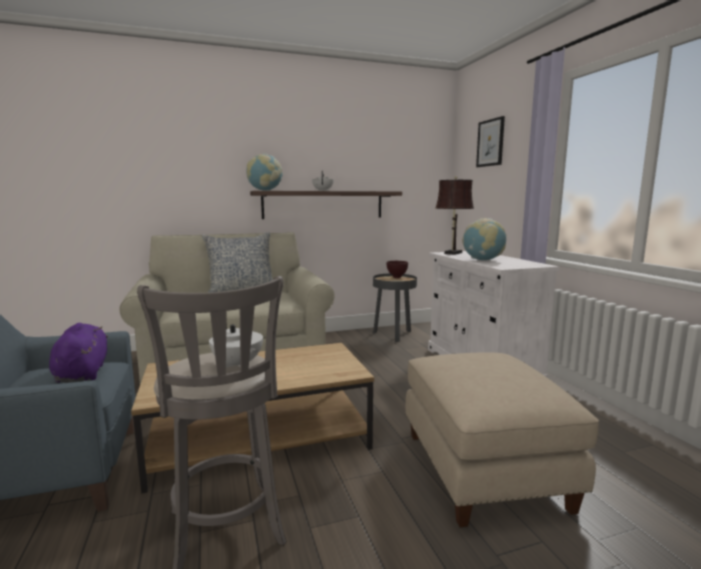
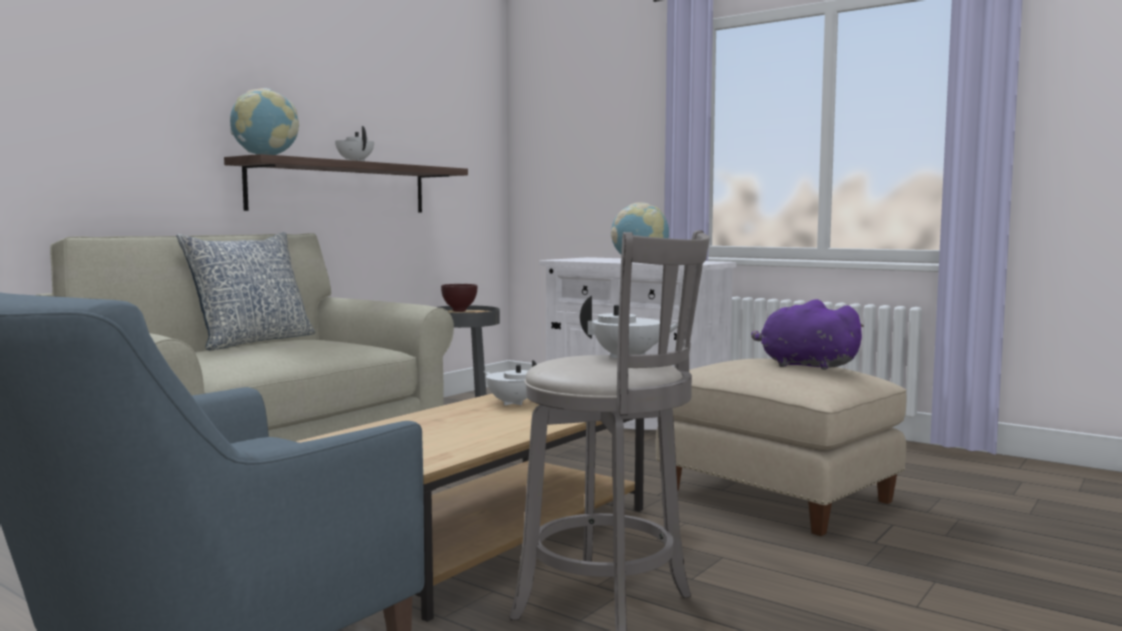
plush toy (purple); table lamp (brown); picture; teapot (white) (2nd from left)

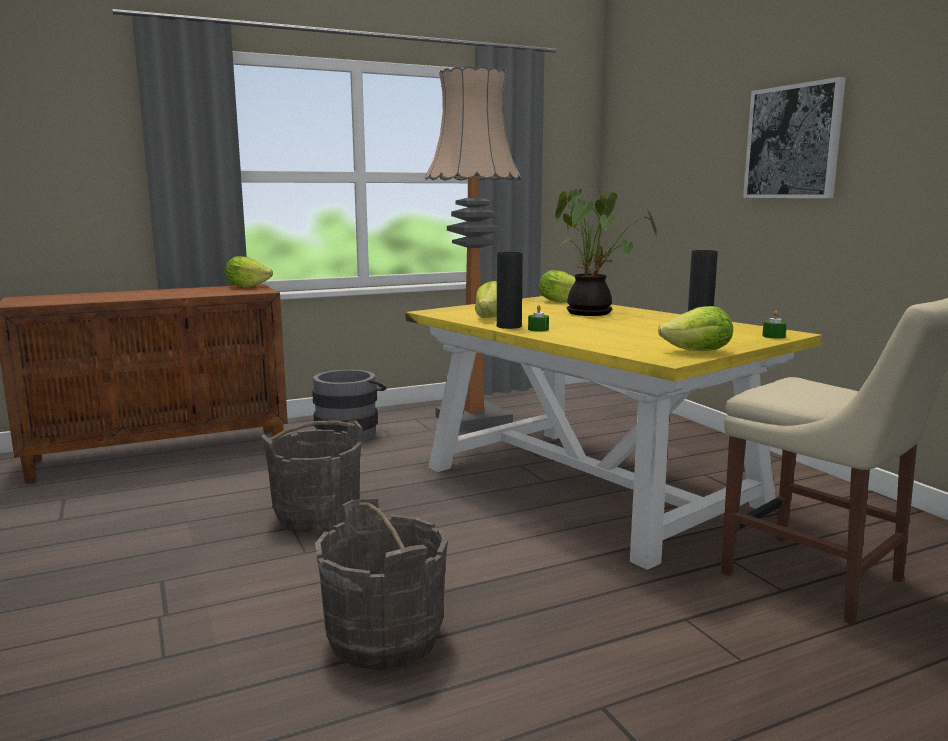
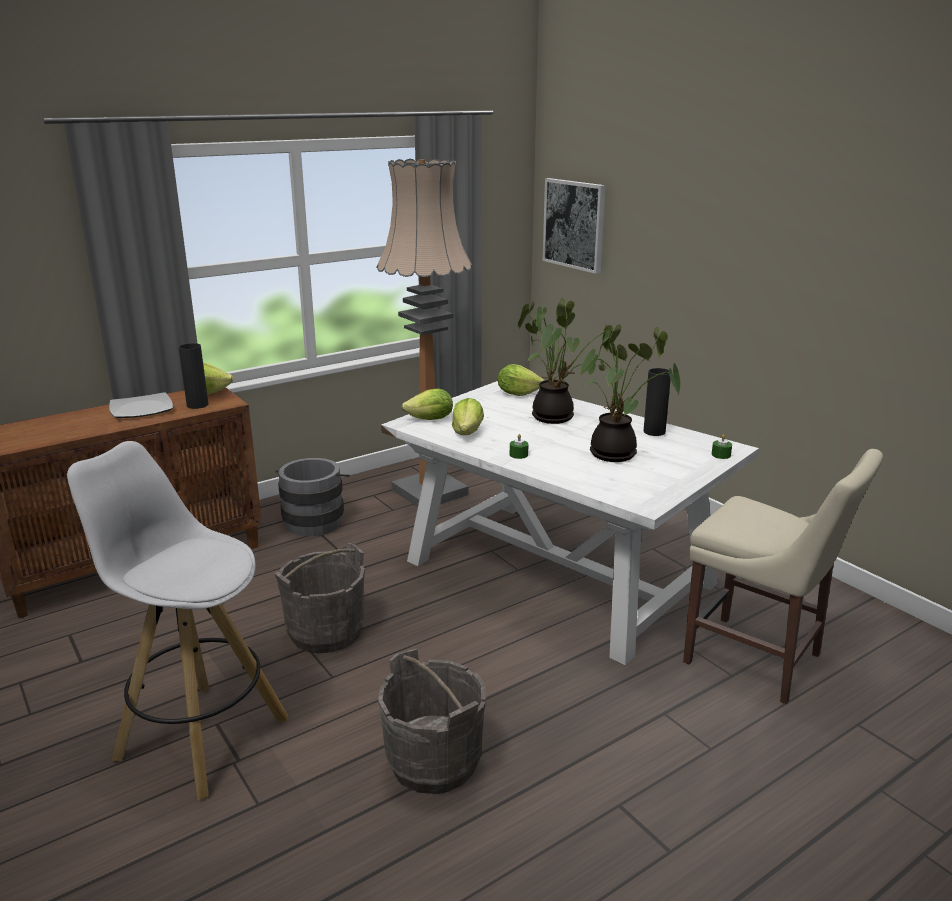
dining table (white); vase (black) (1st from left); lettuce (2nd from left); picture; stool (white); plate; potted plant (2nd from left)

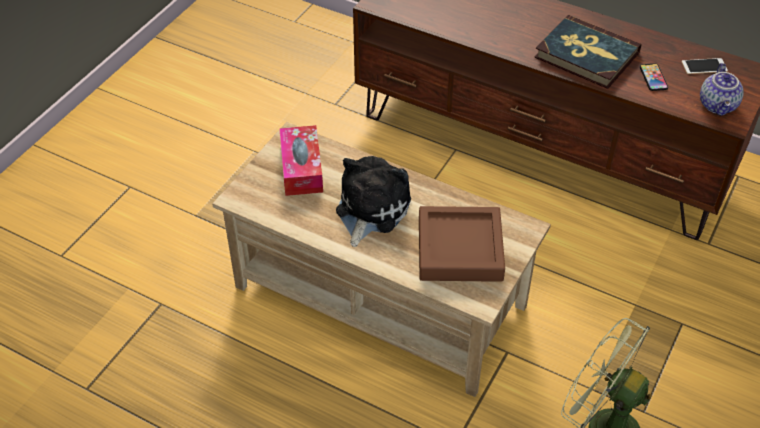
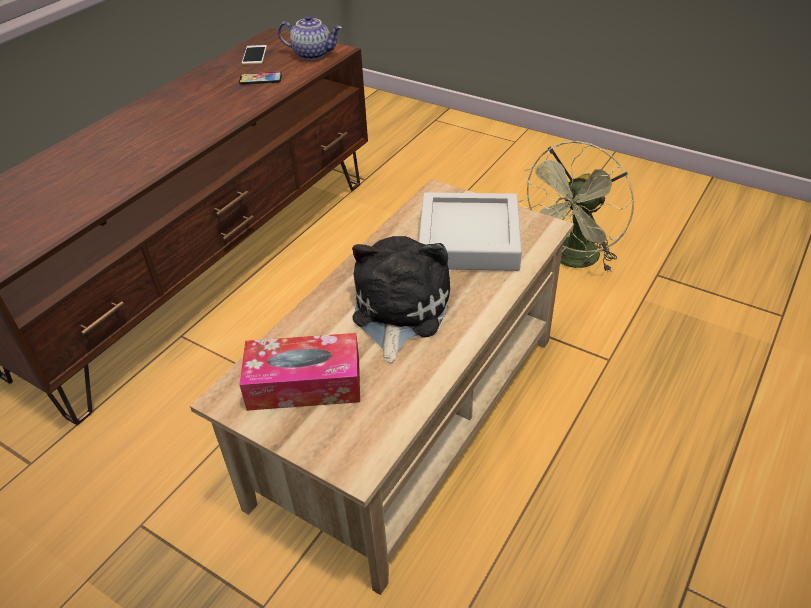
plush toy; tray (grey); book

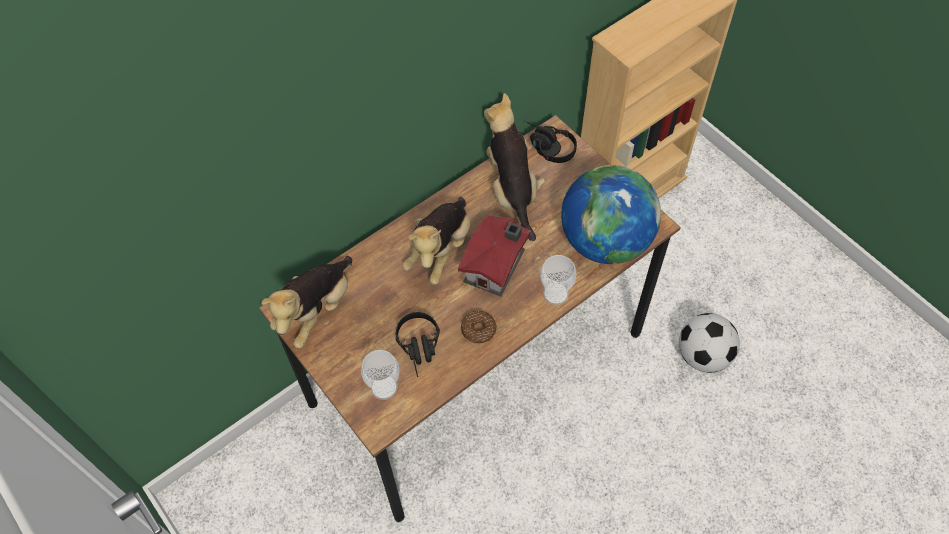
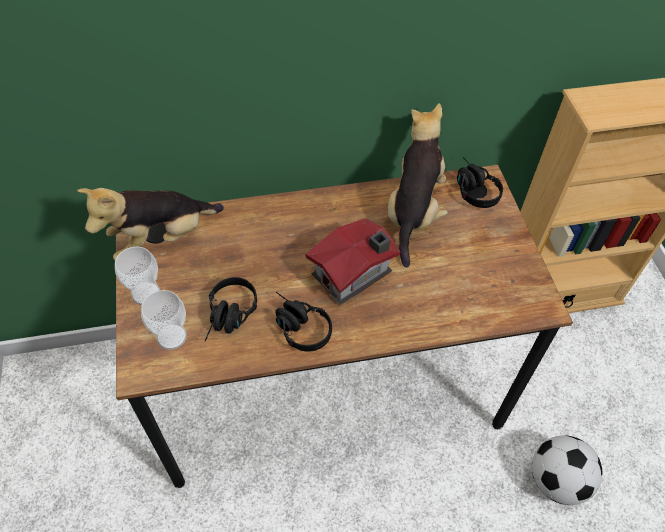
plush toy (2nd from left in the first image); headphones (black) (2nd from left); cup (1st from left); globe

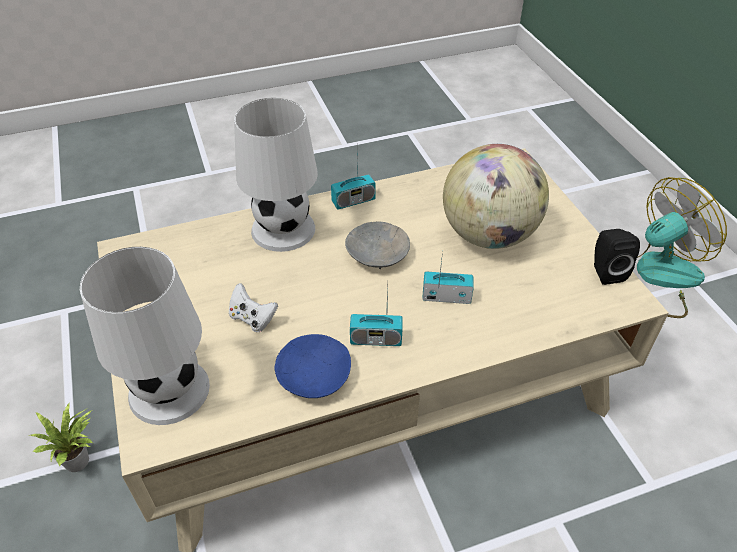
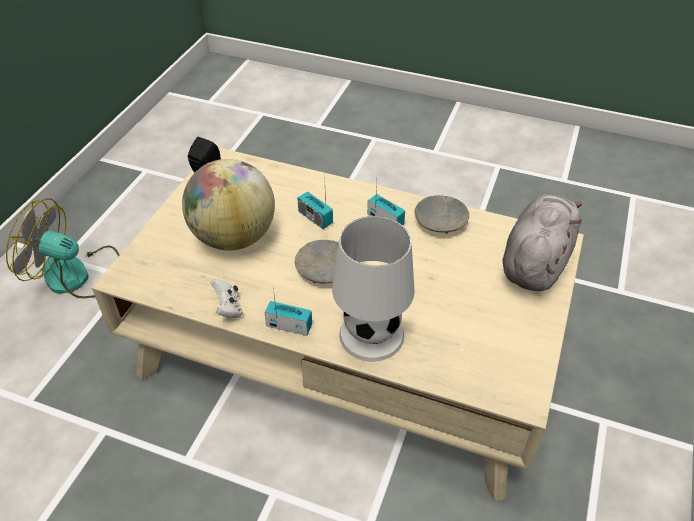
potted plant; plush toy (grey); game controller (white); bowl (grey) (2nd from left)

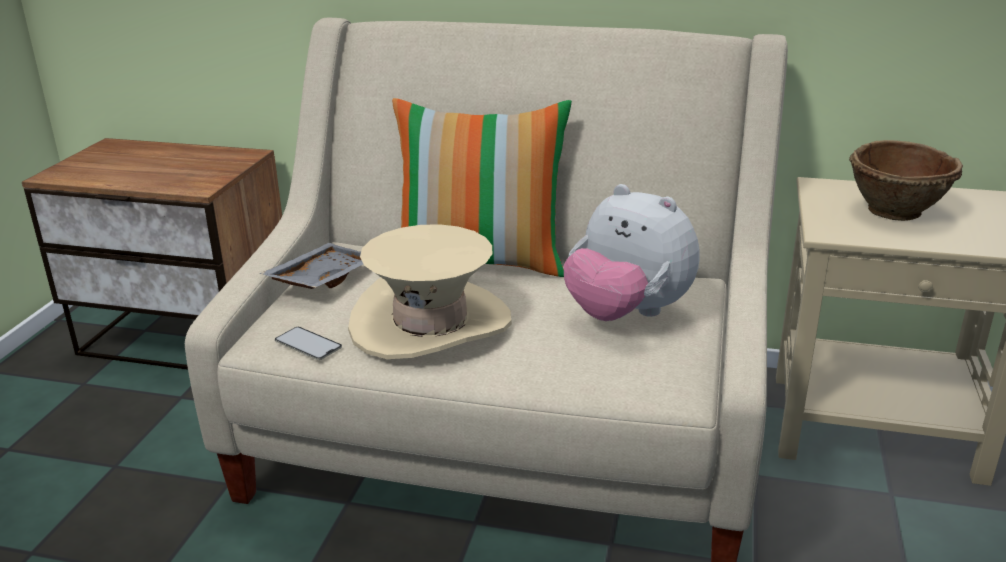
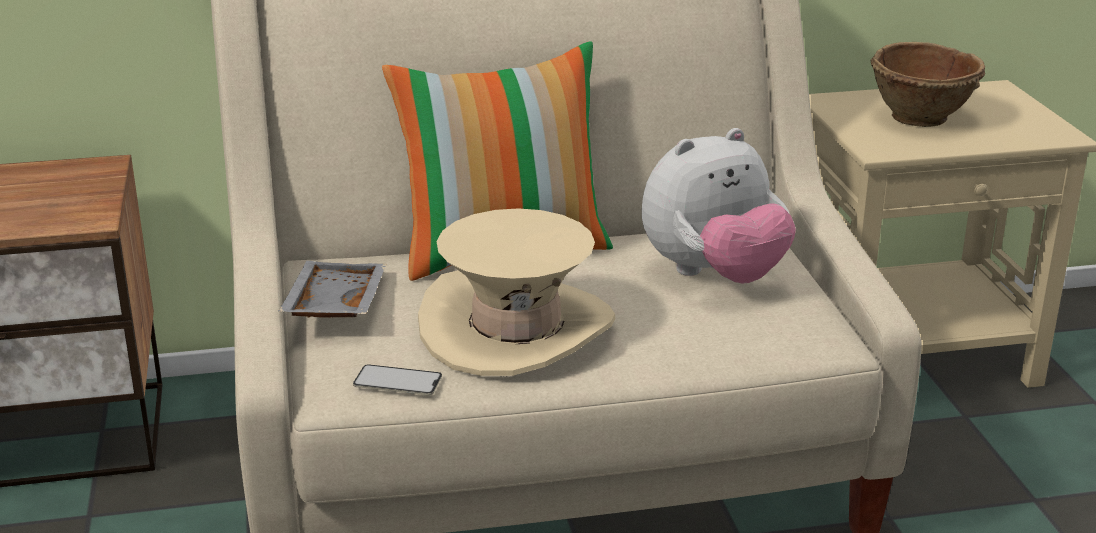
plush toy

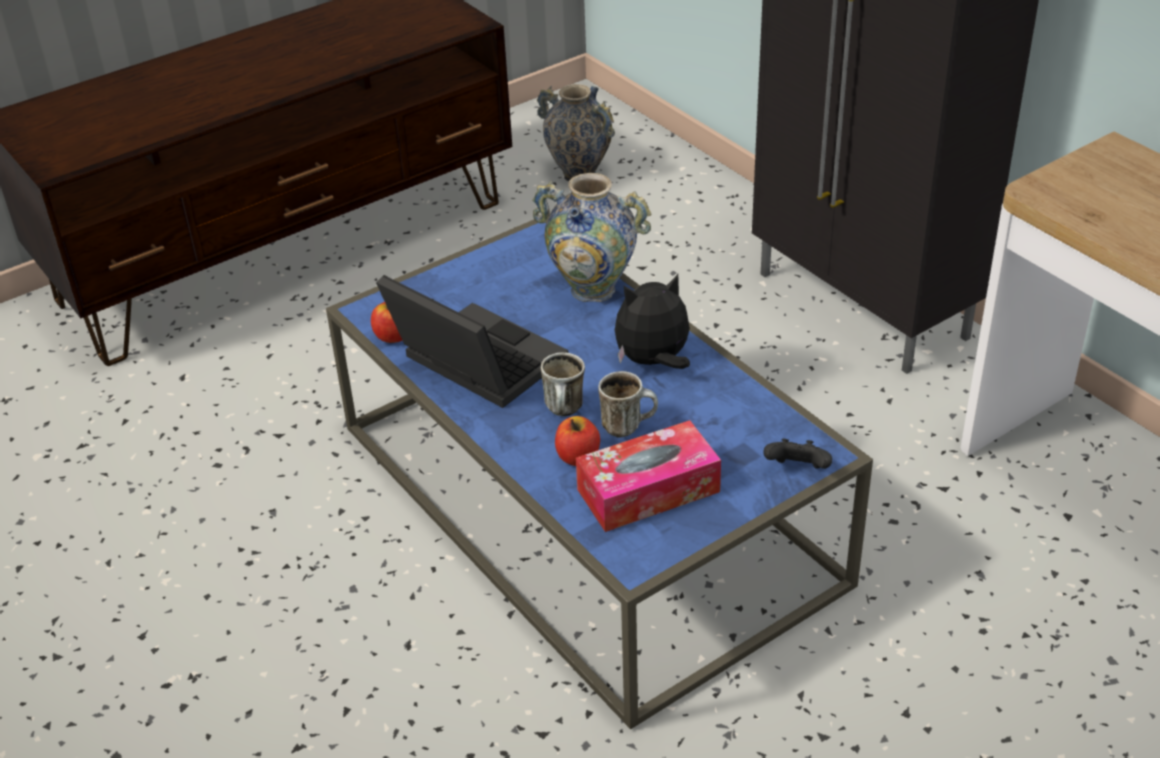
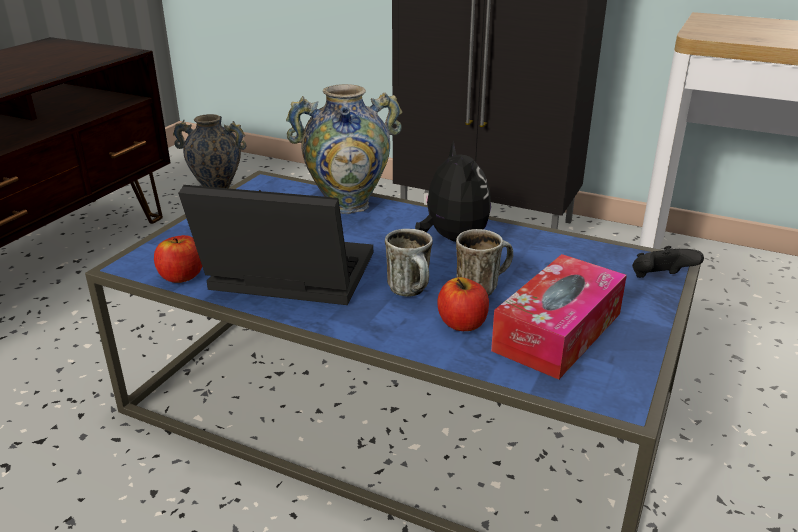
plush toy

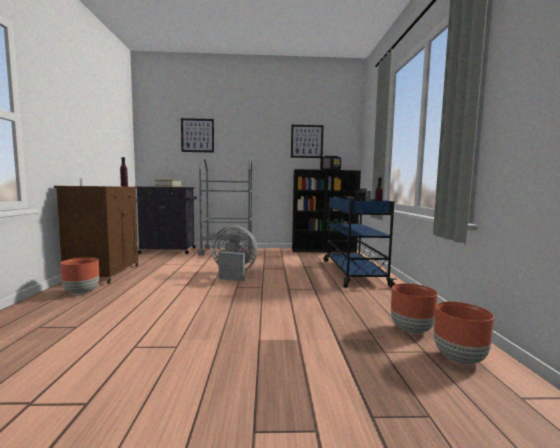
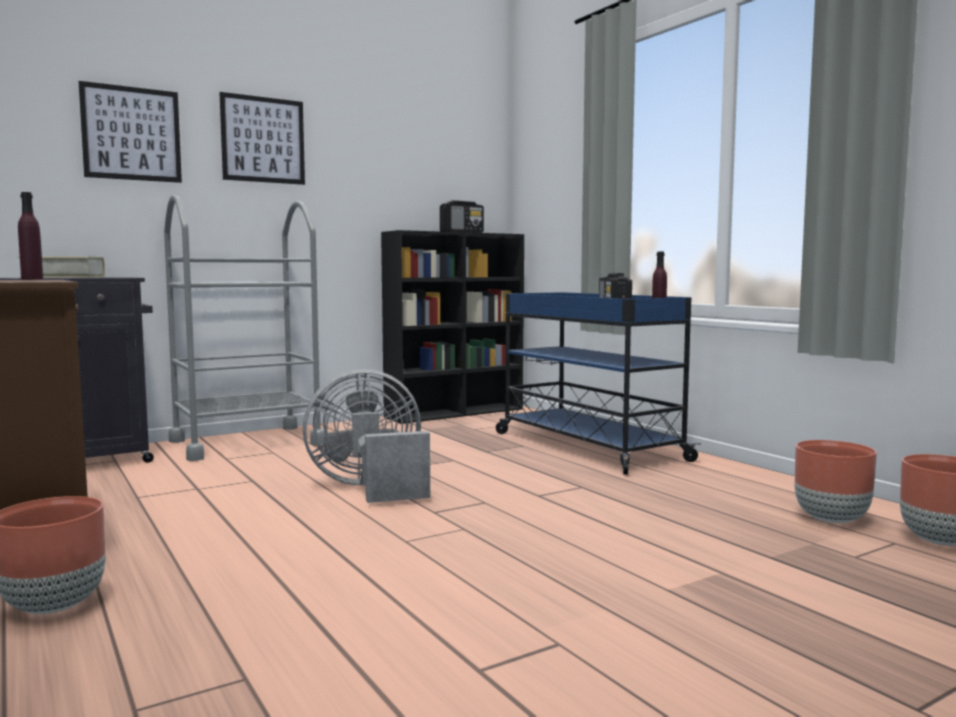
picture (2nd from left)

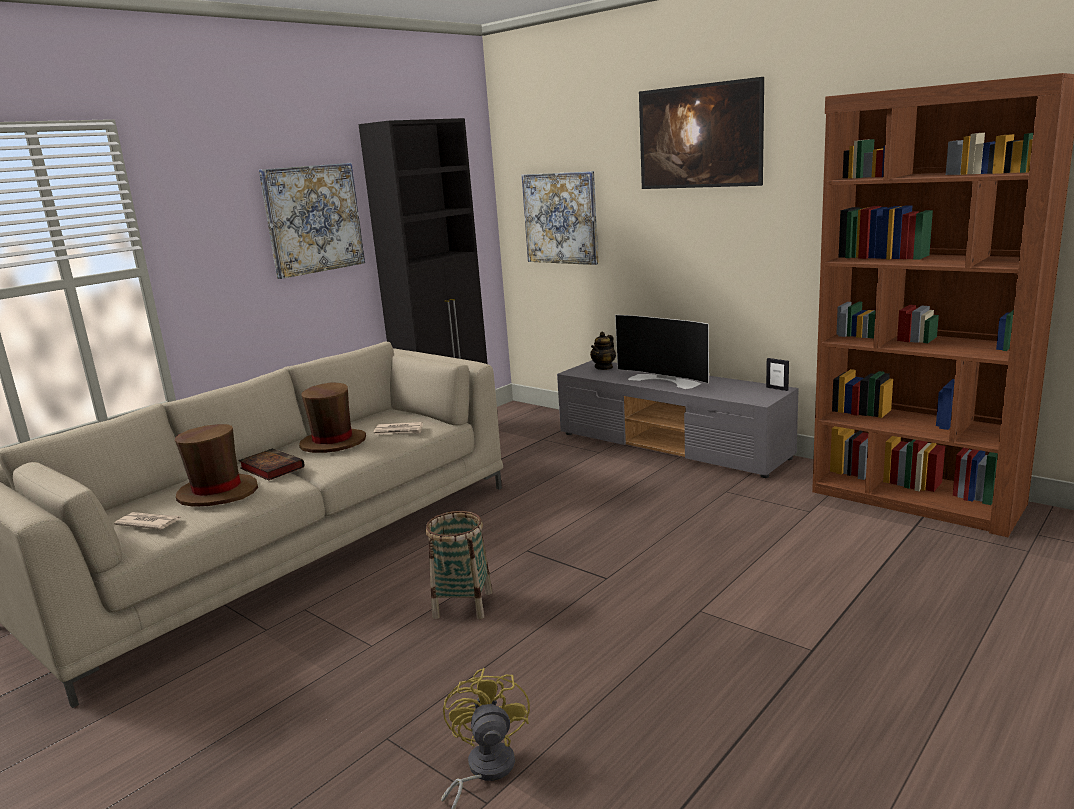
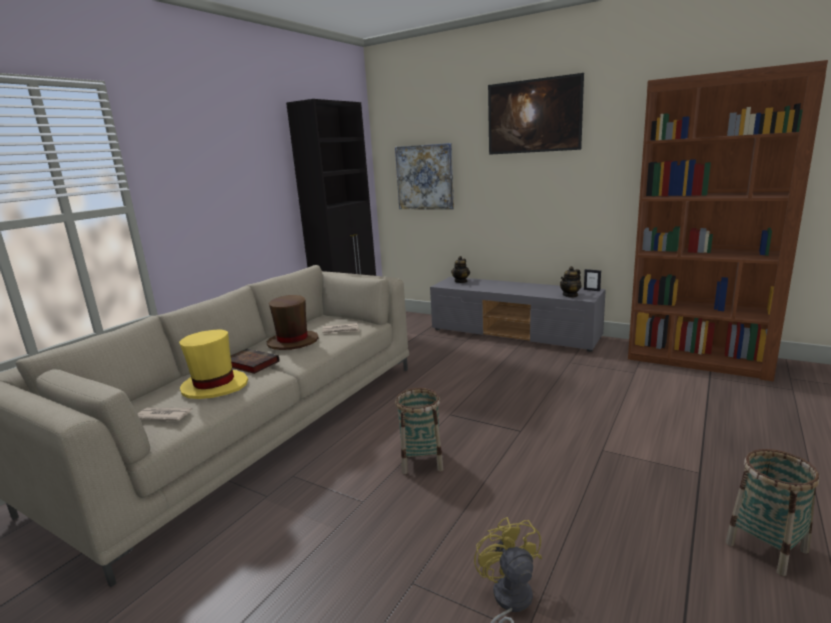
hat (yellow); picture (1st from left in the first image); television; teapot (2nd from left); basket (2nd from left)

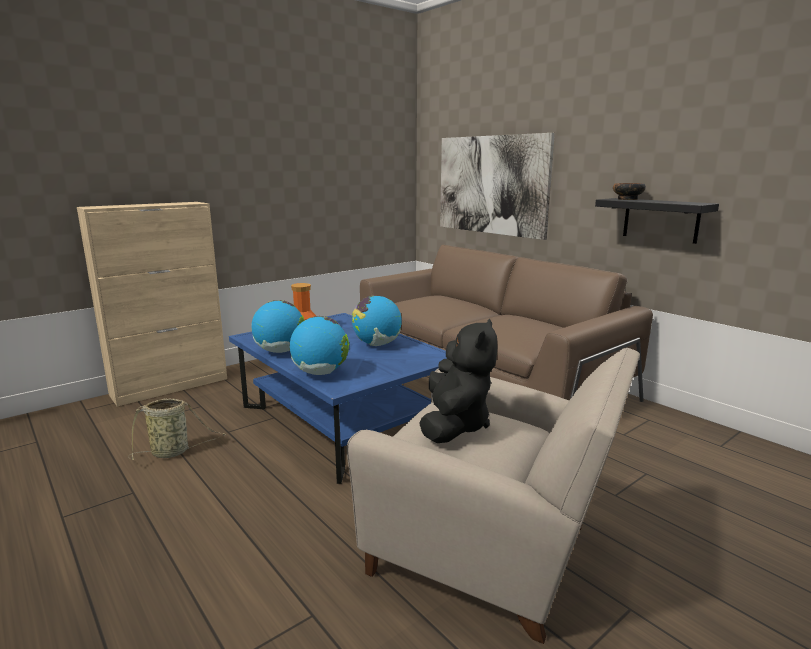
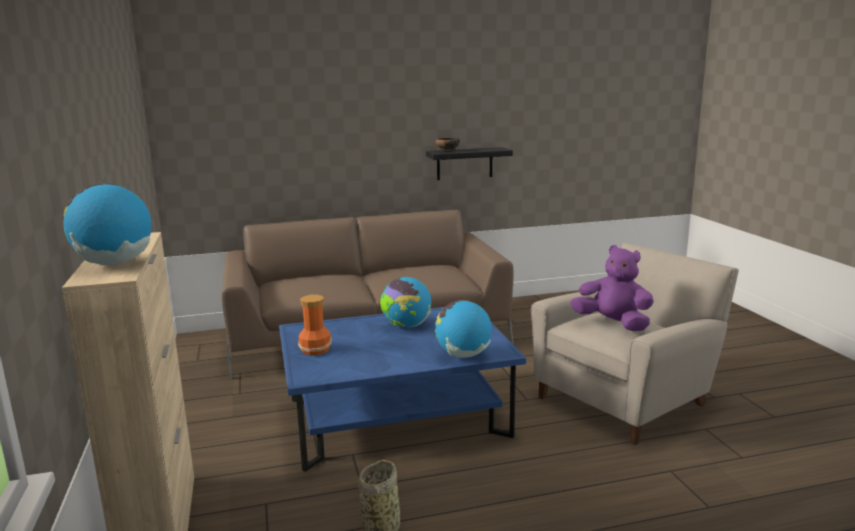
globe (1st from left); plush toy (purple); picture

